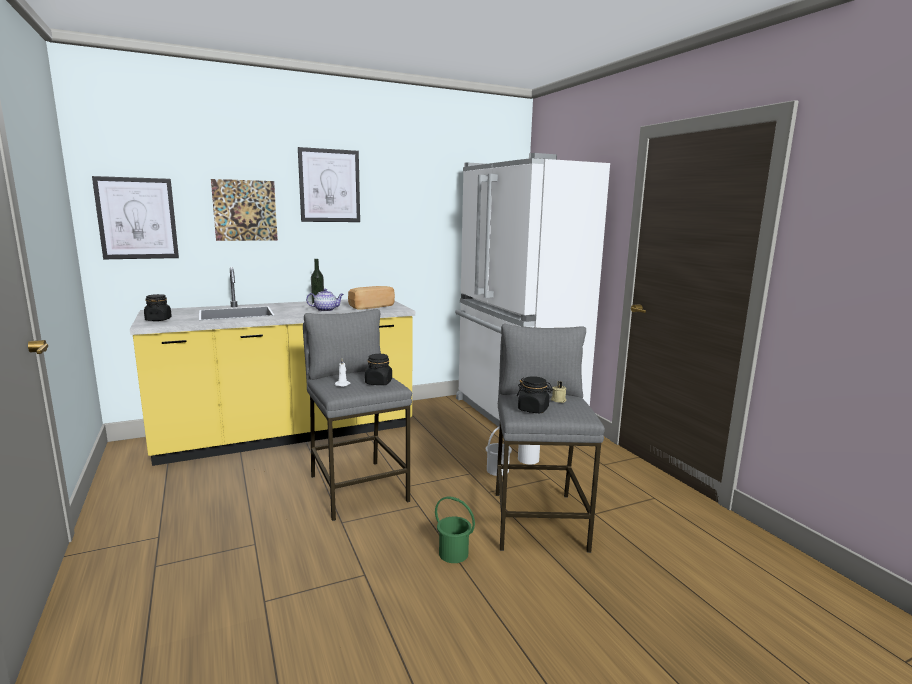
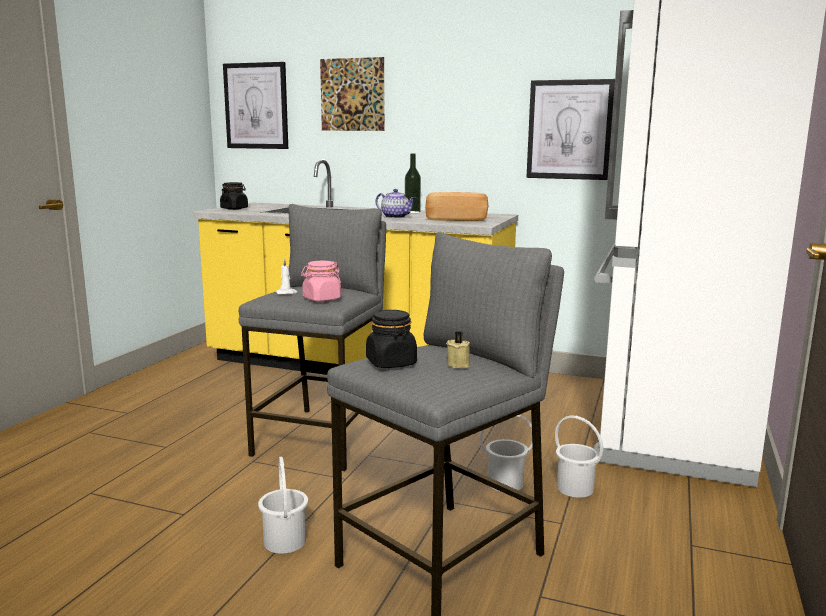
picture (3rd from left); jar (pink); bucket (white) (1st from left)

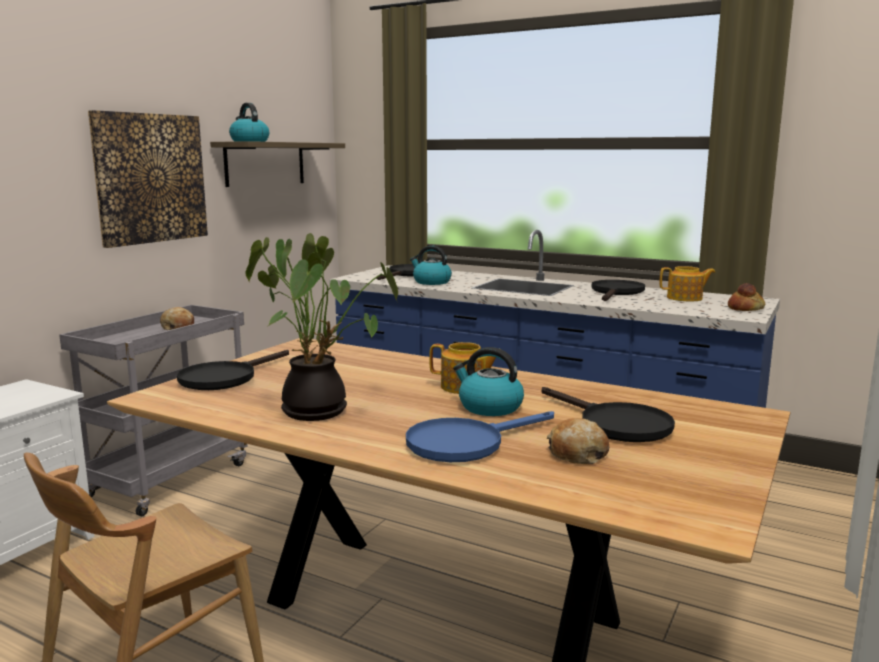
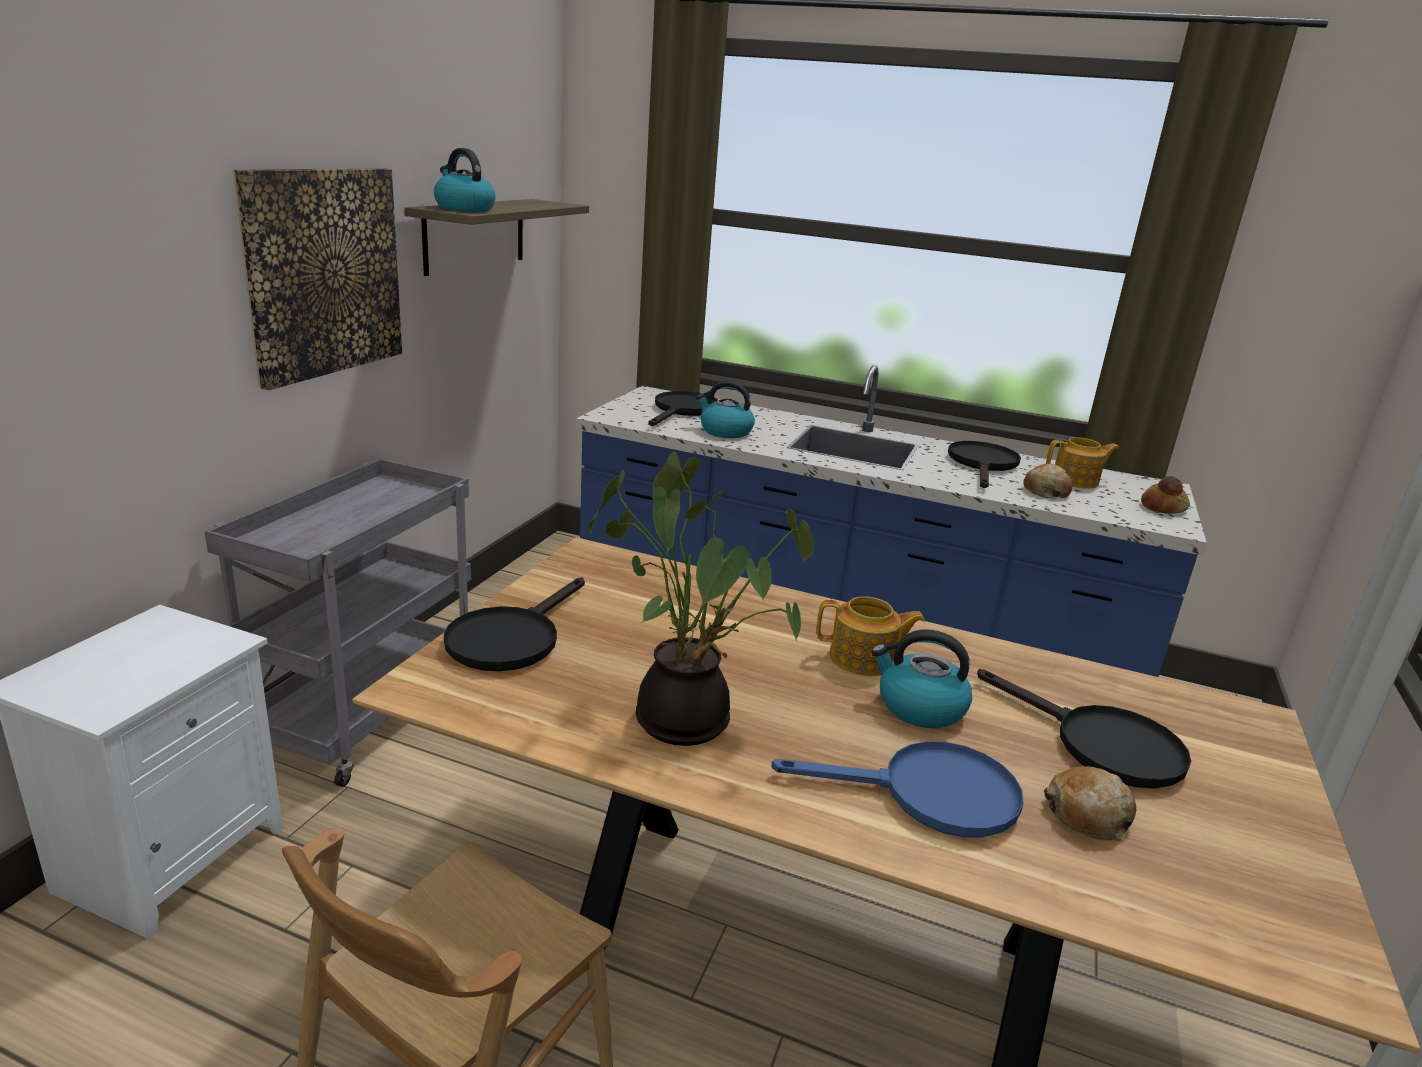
bread (1st from left); frying pan (blue)

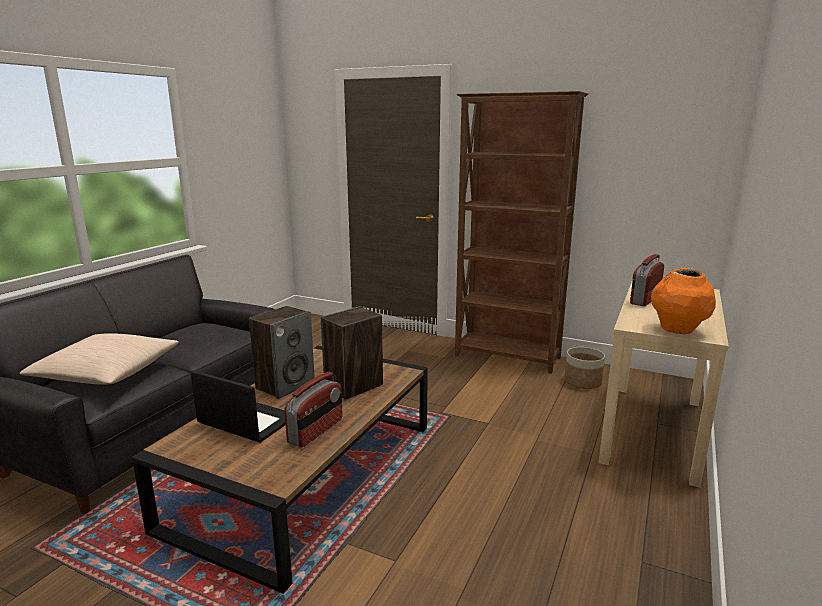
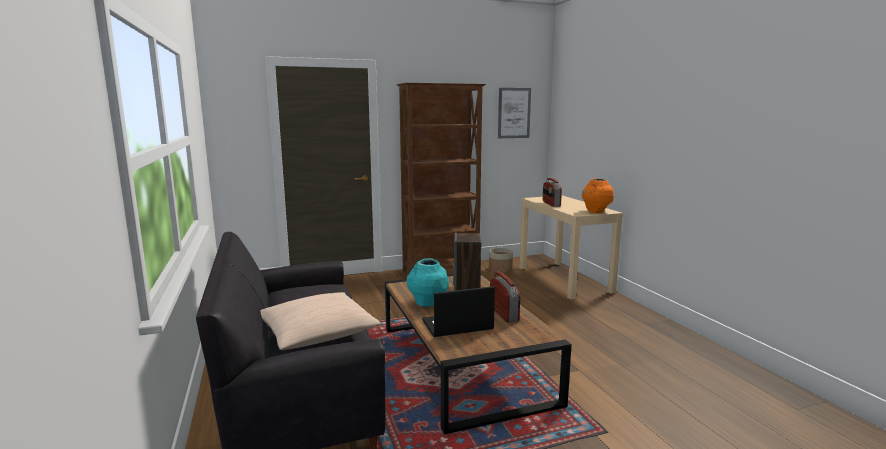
vase (turquoise); picture

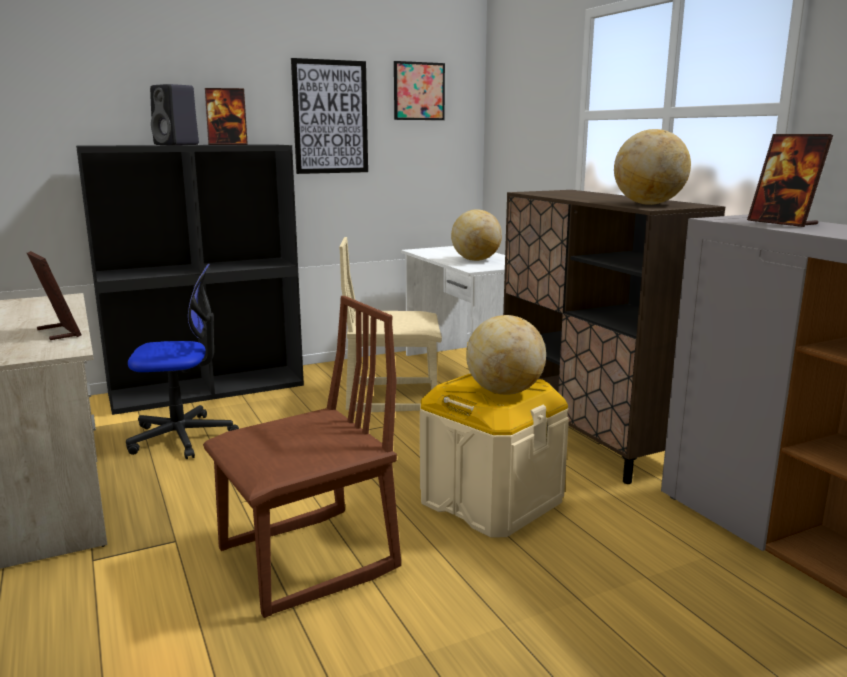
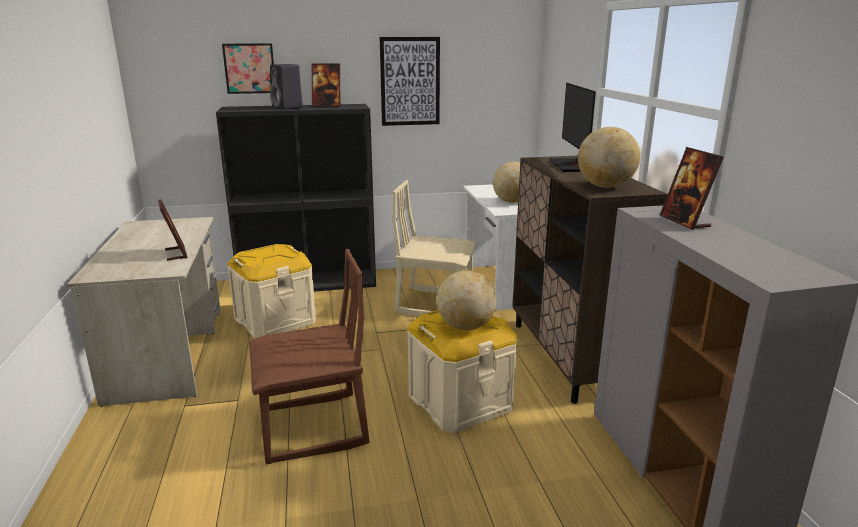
storage box (beige) (1st from left); picture (1st from left); monitor

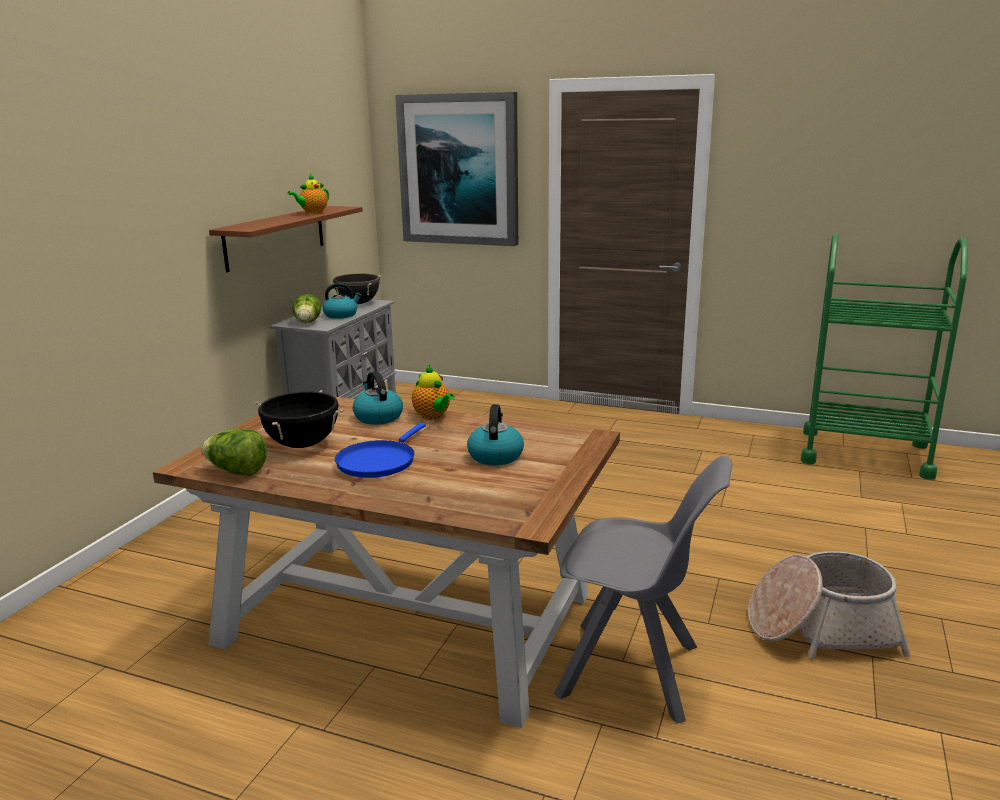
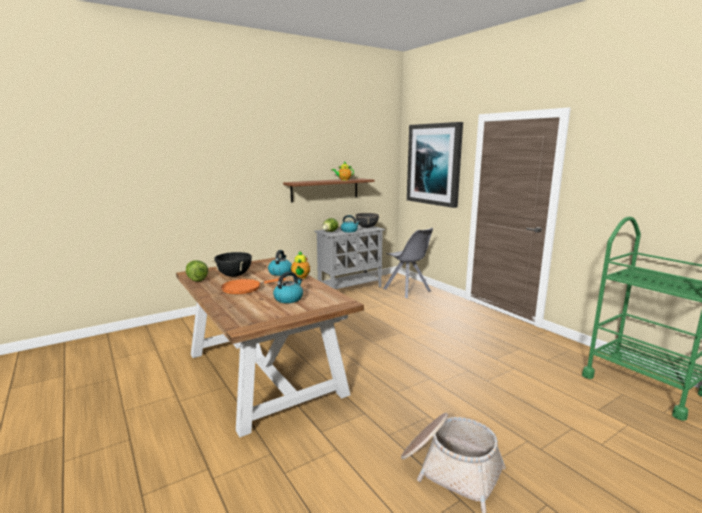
frying pan (orange); chair (grey)

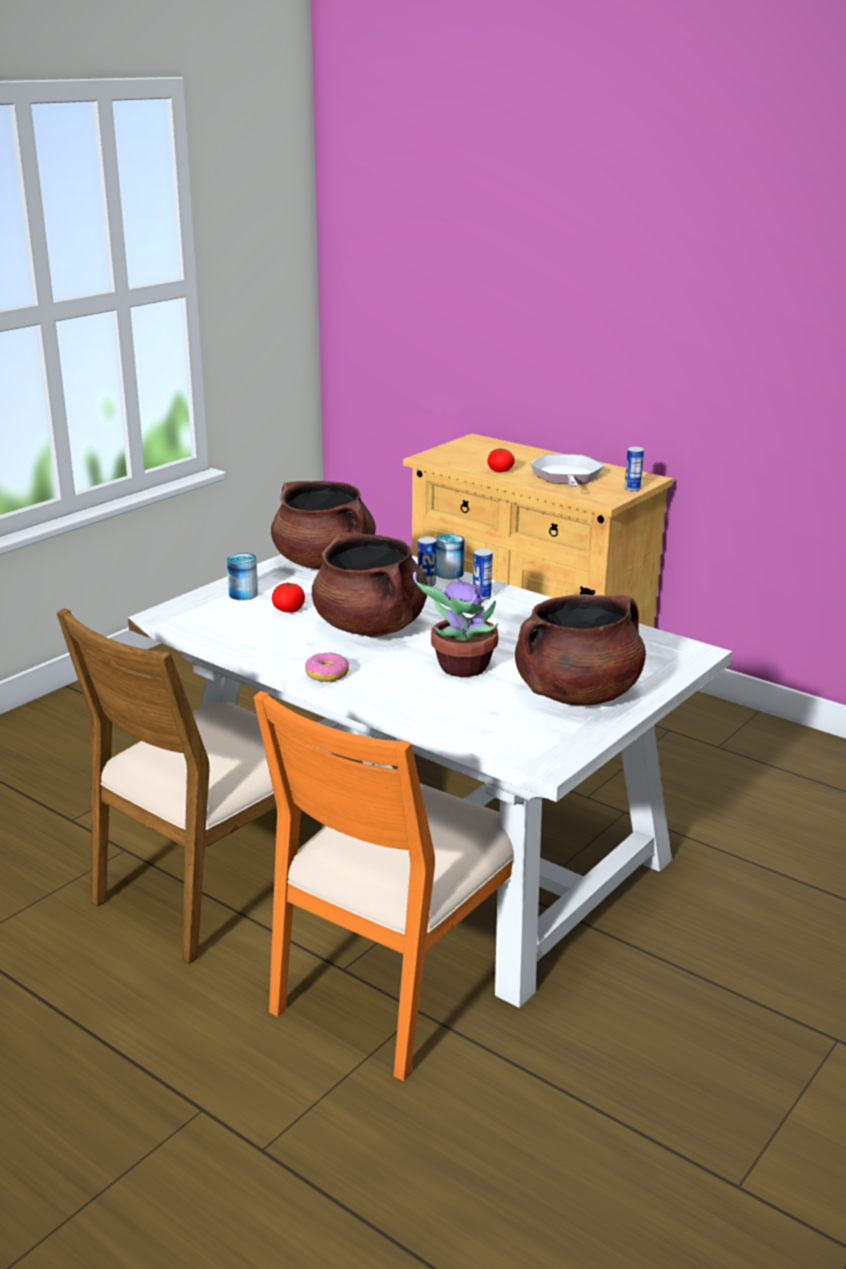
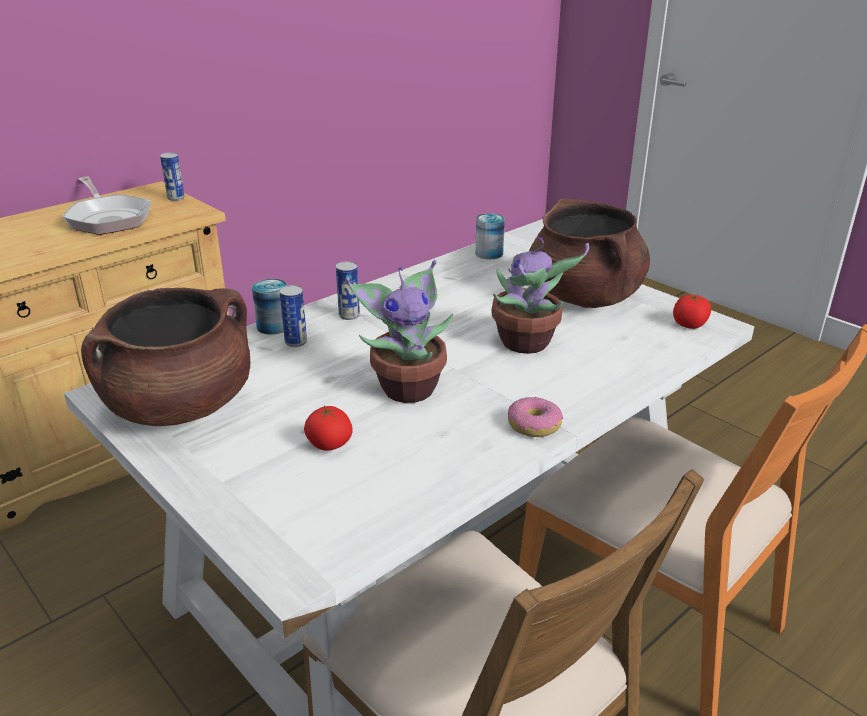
can (5th from left); potted plant (1st from left); tomato (2nd from left); frying pan

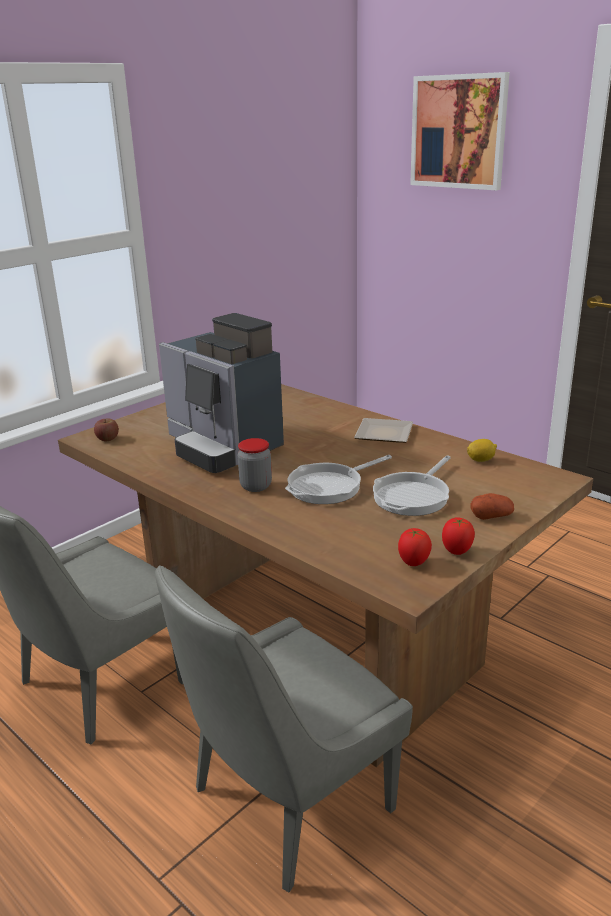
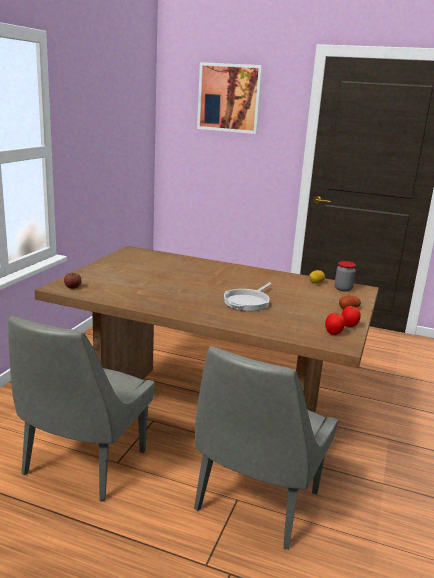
coffee machine; jar; plate; frying pan (2nd from left in the first image)

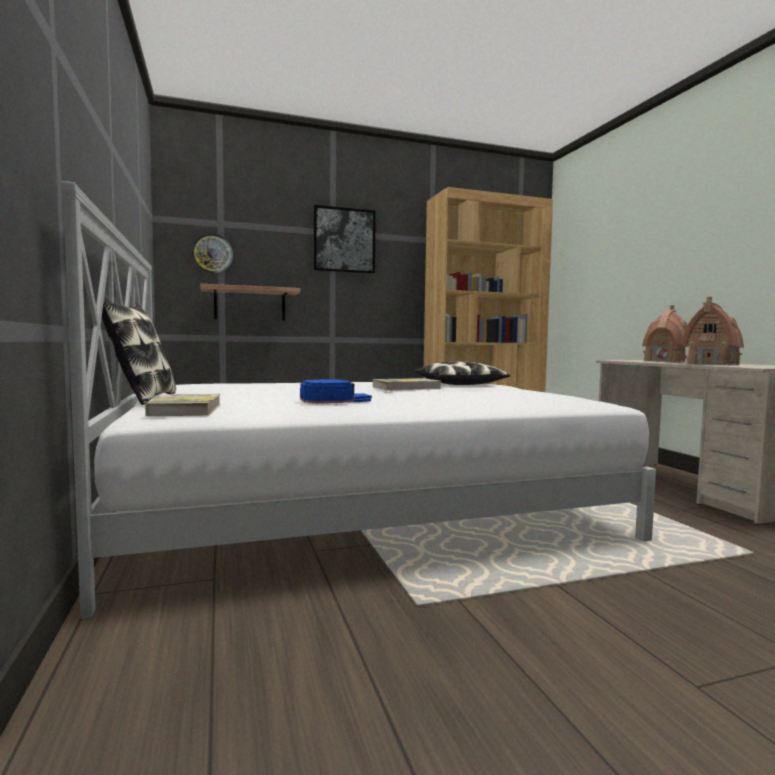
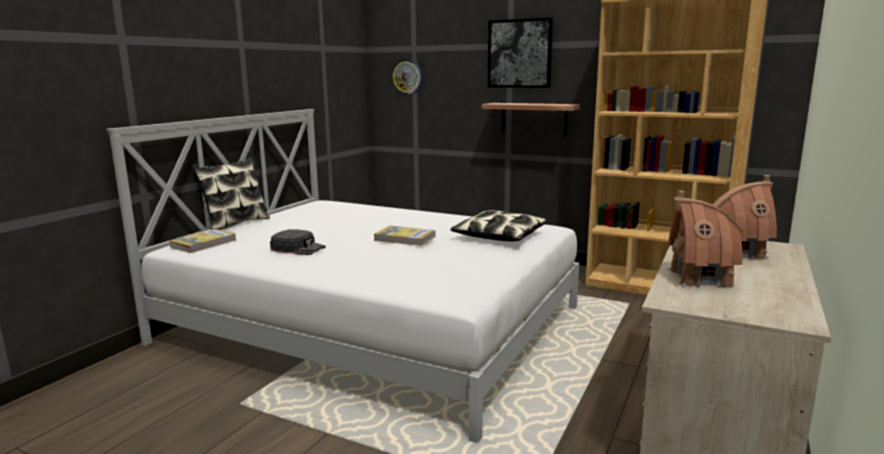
shelf; cap (black)

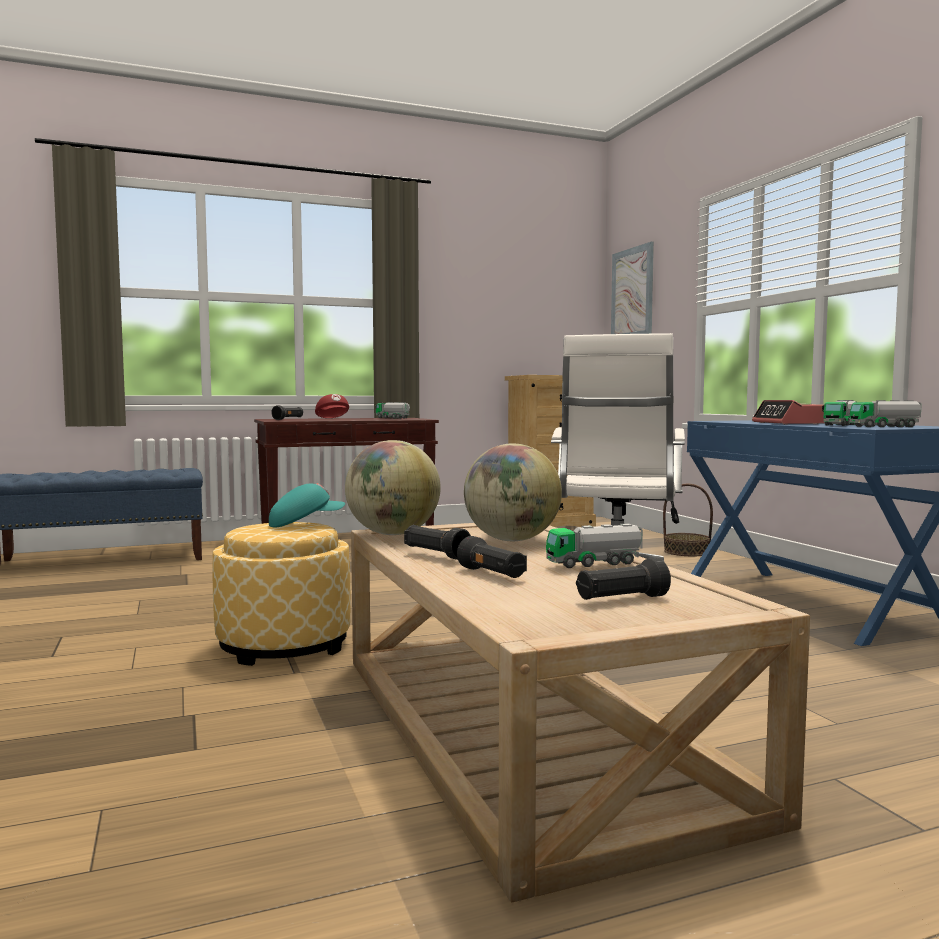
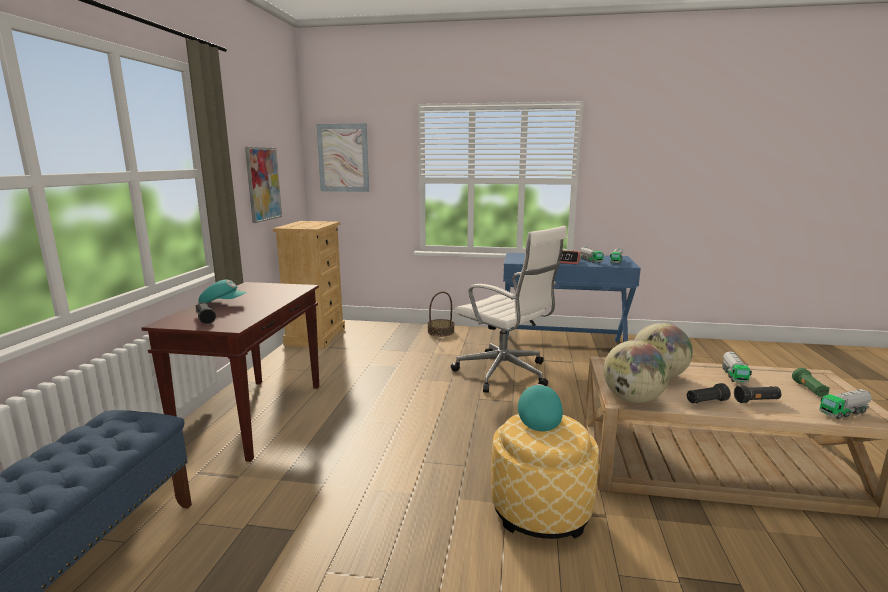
cap (turquoise) (1st from left); toy truck (4th from left); flashlight (green); picture (1st from left)

